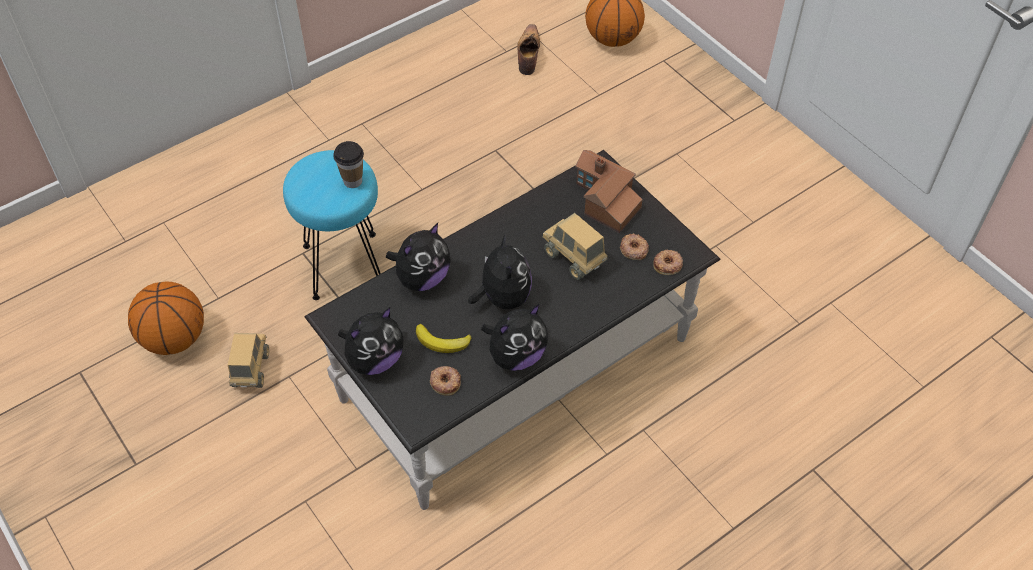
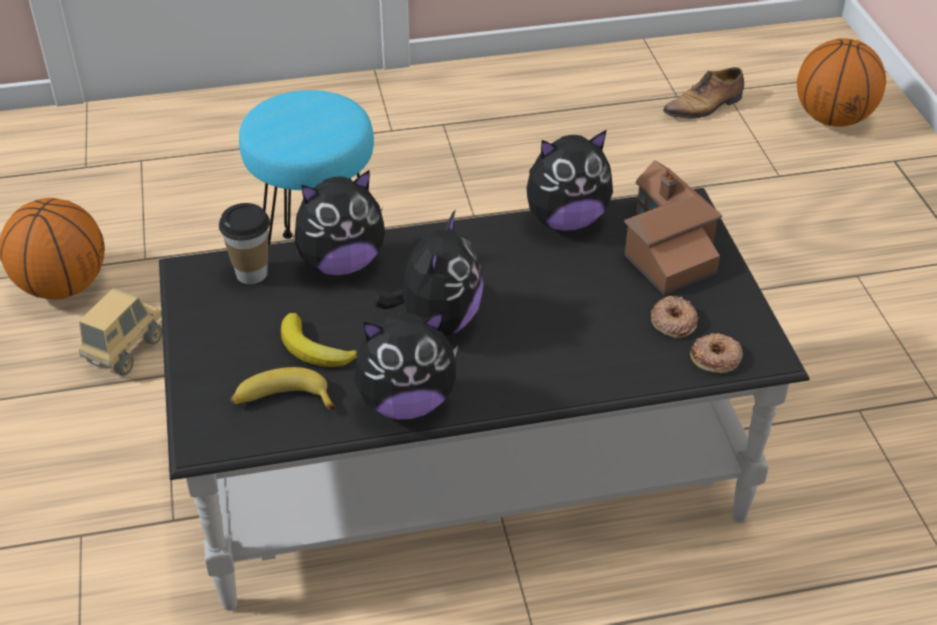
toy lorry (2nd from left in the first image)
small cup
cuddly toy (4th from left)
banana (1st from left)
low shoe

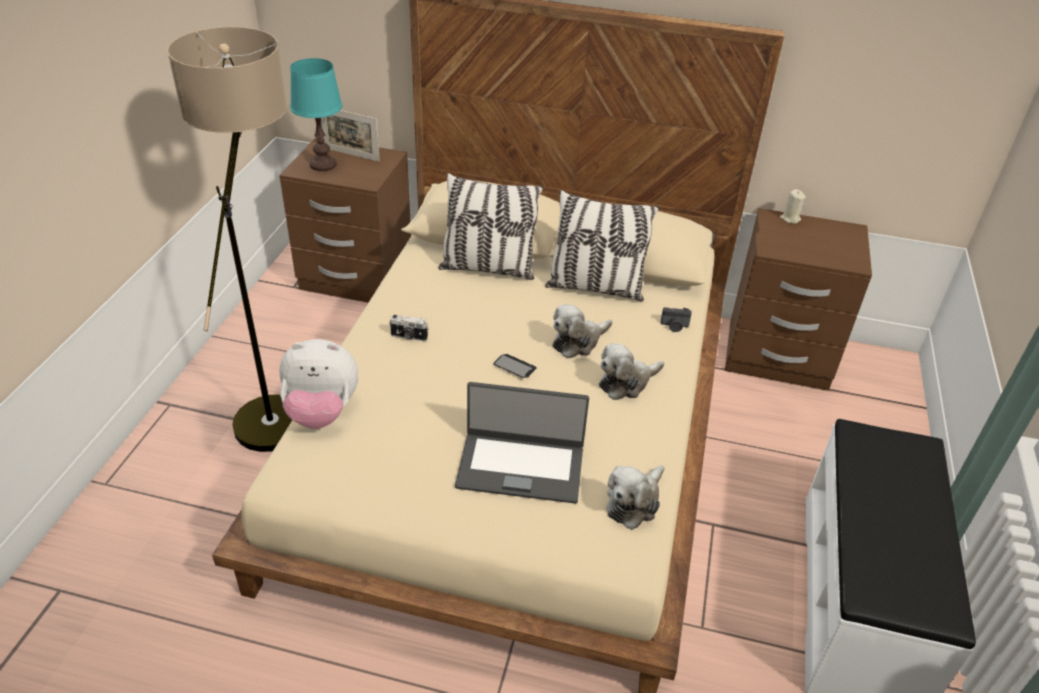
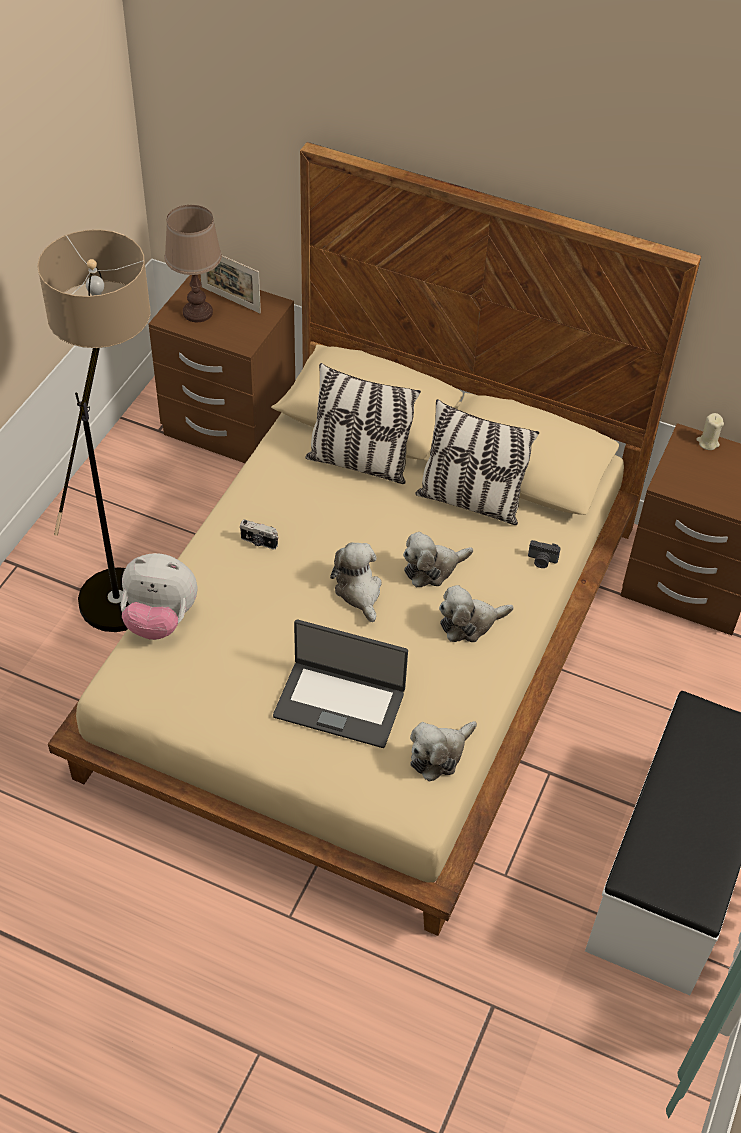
cuddly toy (2nd from left)
brown tabletop lamp

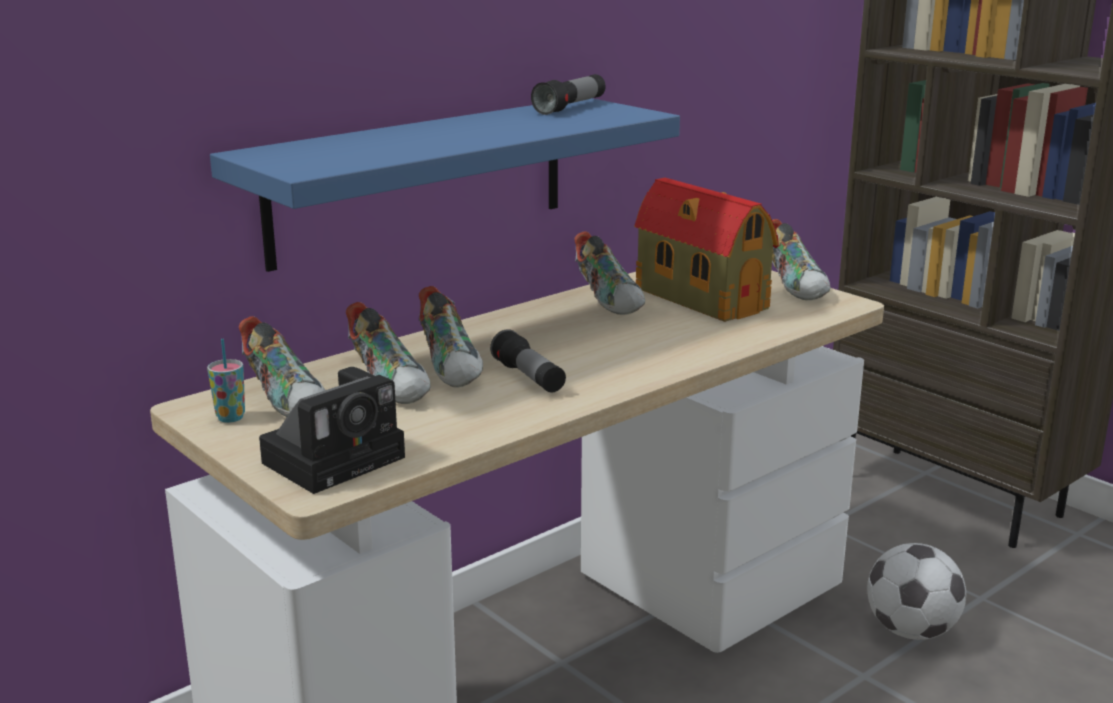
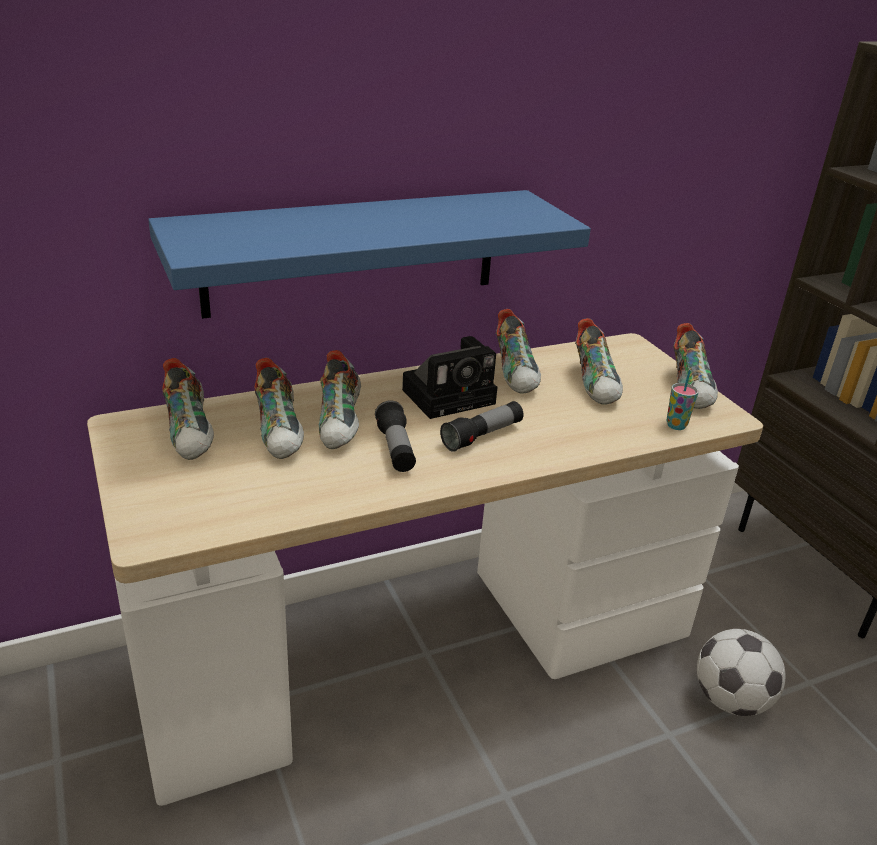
small cup
still camera
flashlight (2nd from left)
low shoe (5th from left)

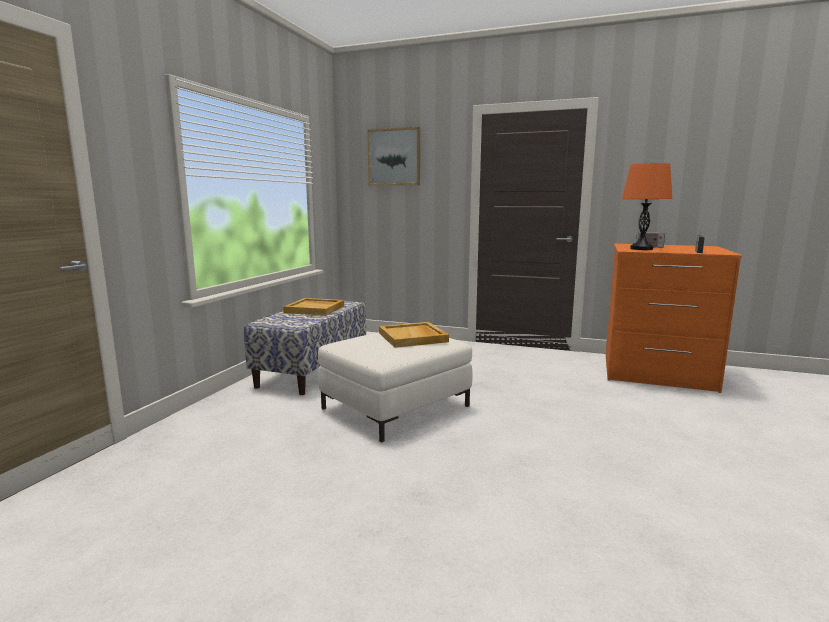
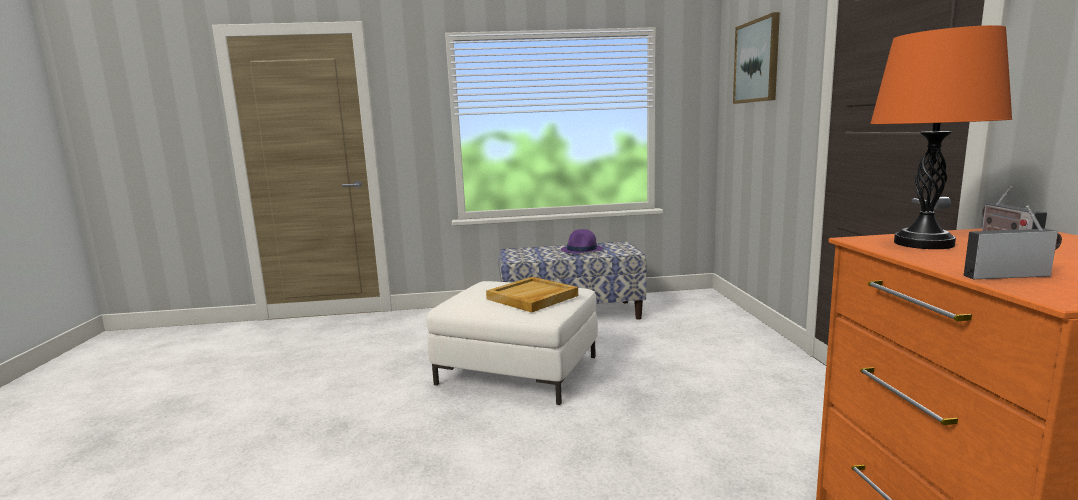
purplish wearable hat

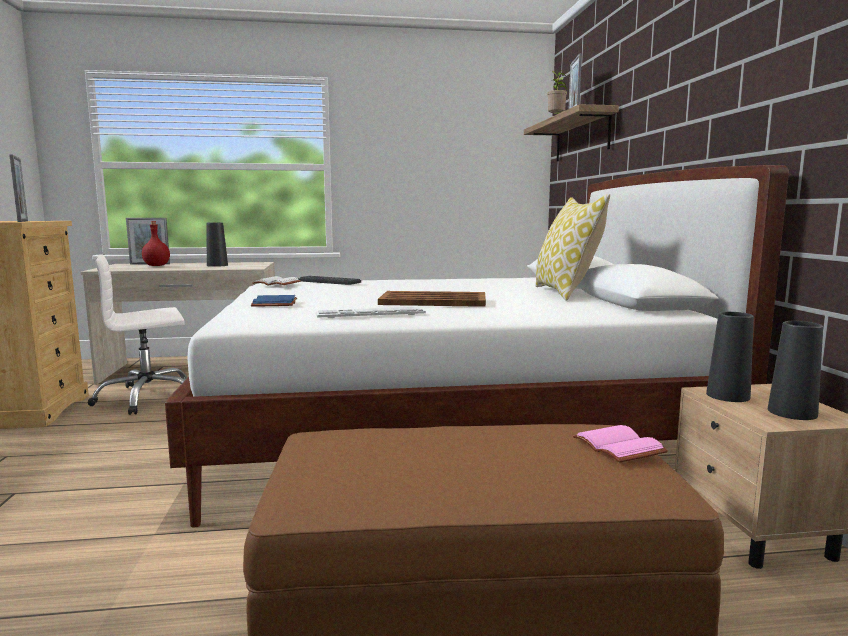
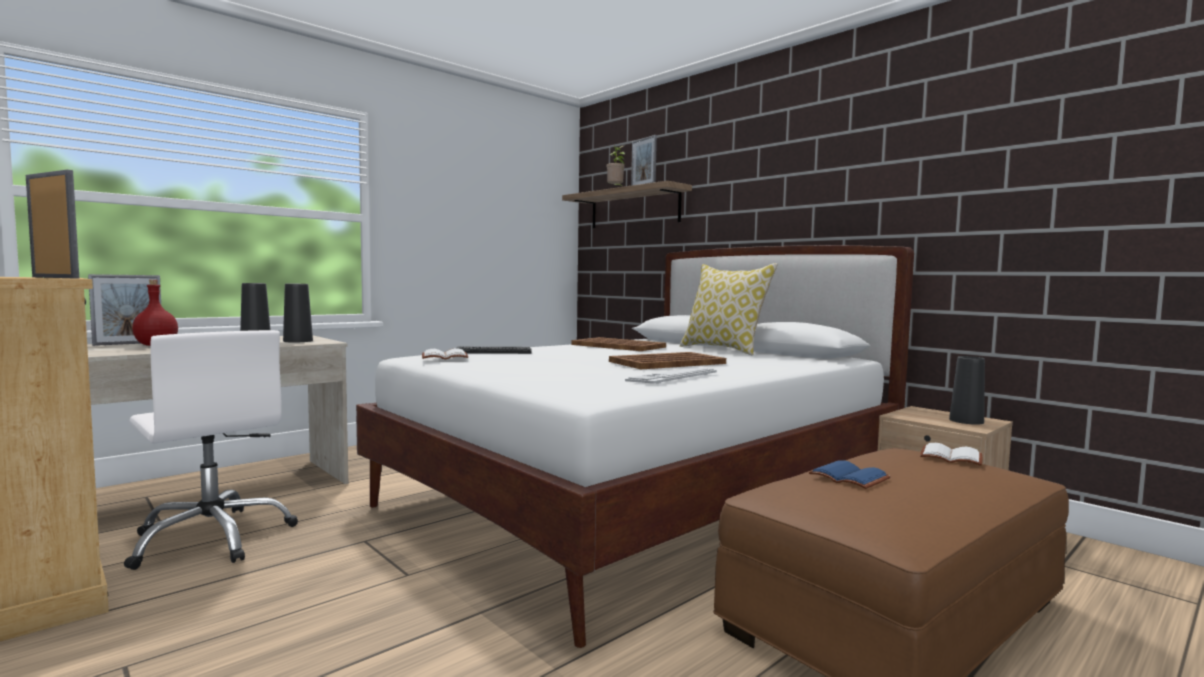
brown tray (1st from left)
bluish volume
black-coloured decorative vase (2nd from left)
white-coloured volume (2nd from left)
white-coloured computer chair

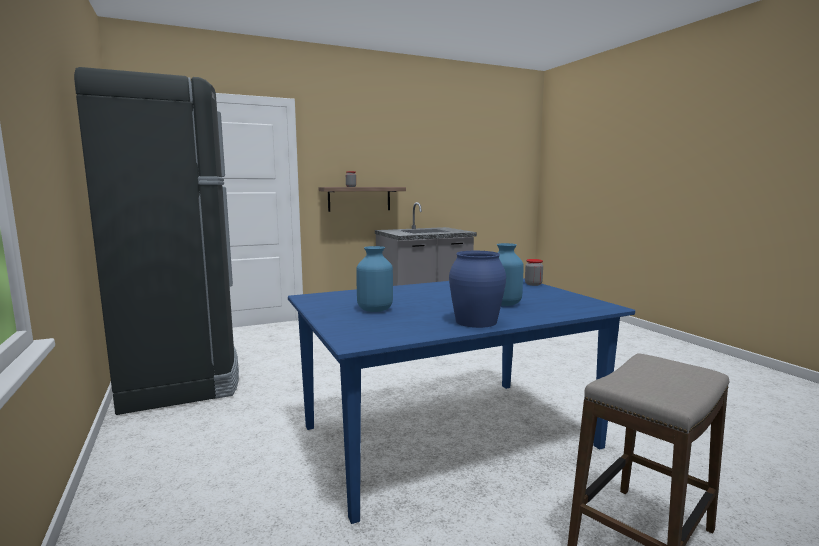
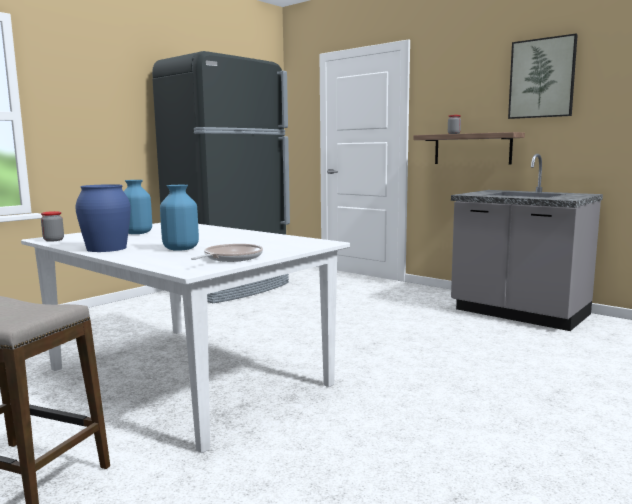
skillet
wall art
preserve jar (1st from left)
white-coloured dining table

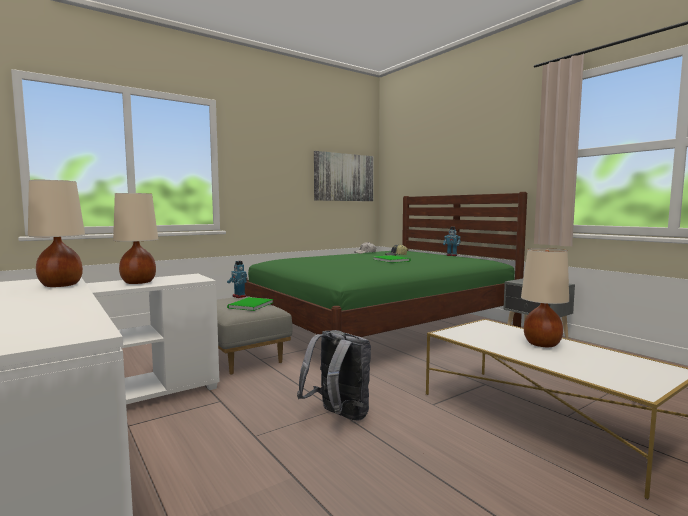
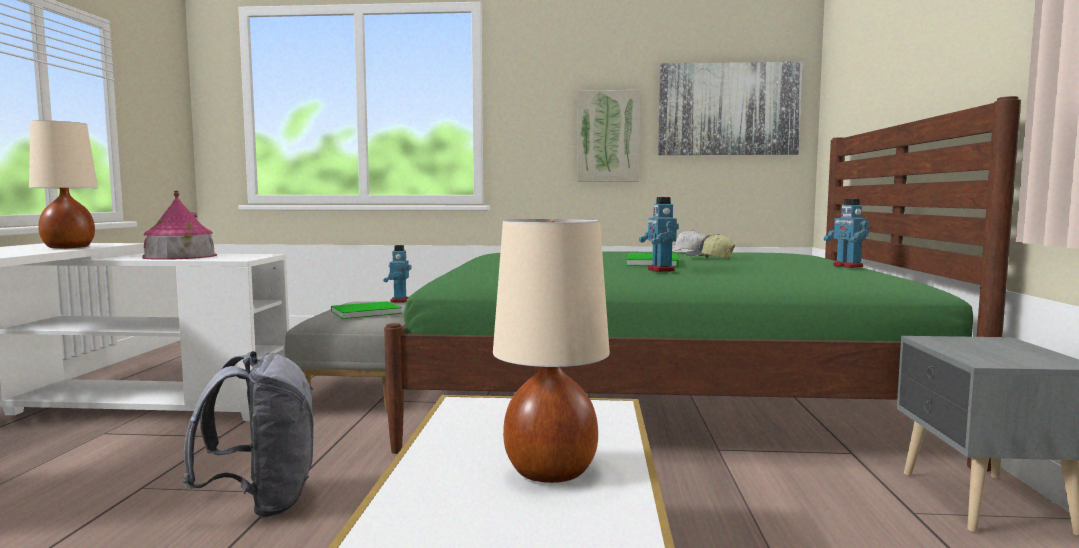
wall art (1st from left)
robot figure (2nd from left)
model house

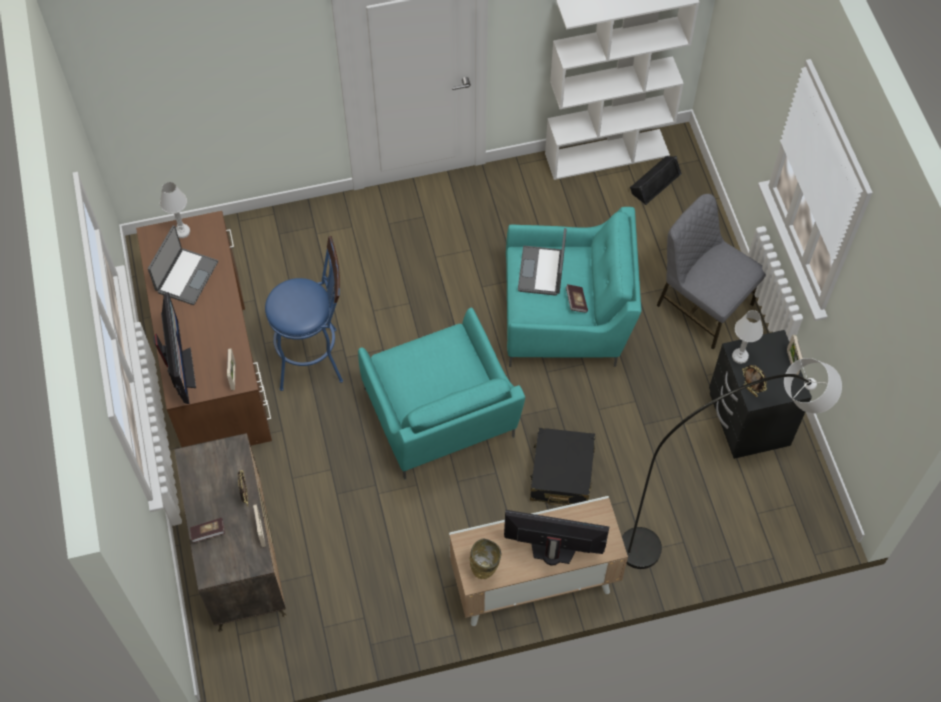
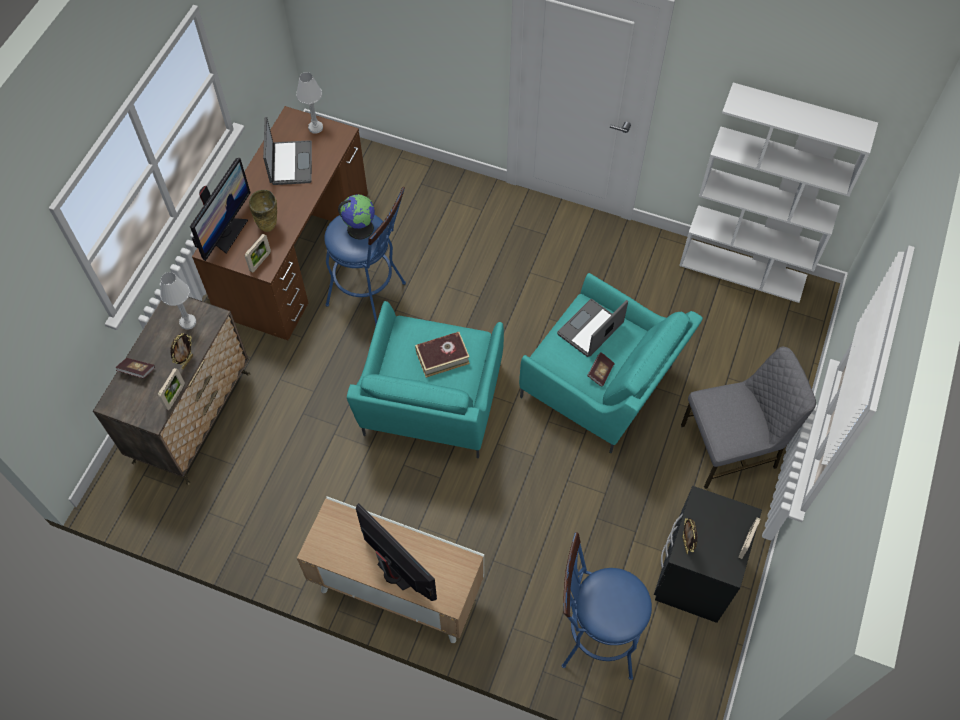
black-coloured travel case
black-coloured speaker
globe
volume (2nd from left)
sand-coloured decorative vase
white-coloured tabletop lamp (1st from left)
bluish stool (2nd from left)
notebook computer (1st from left)
greyish chair

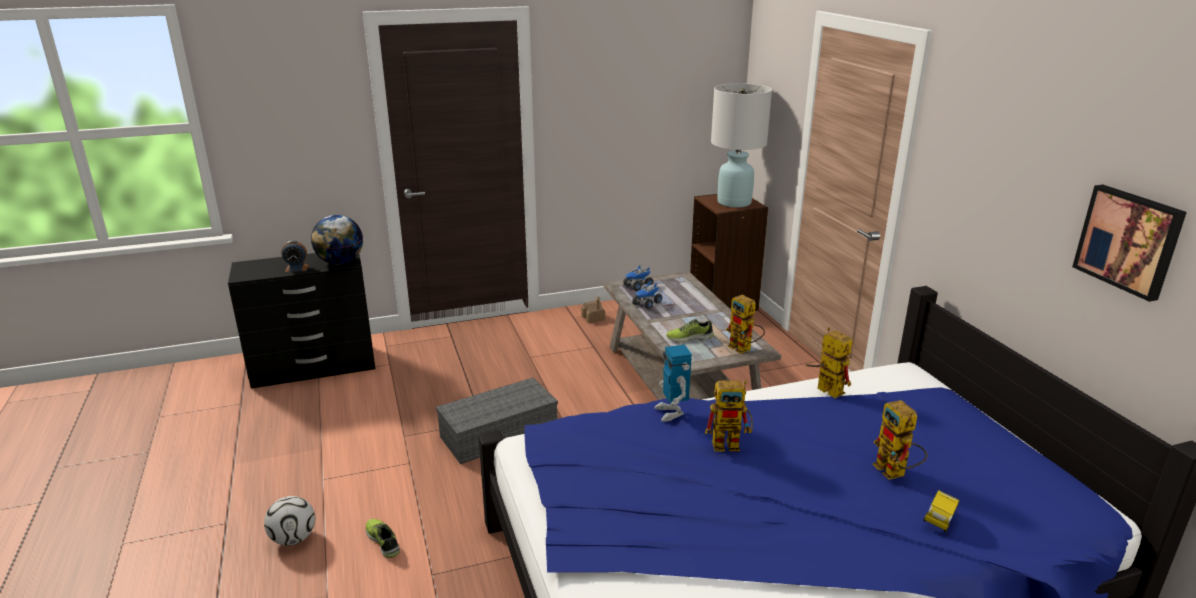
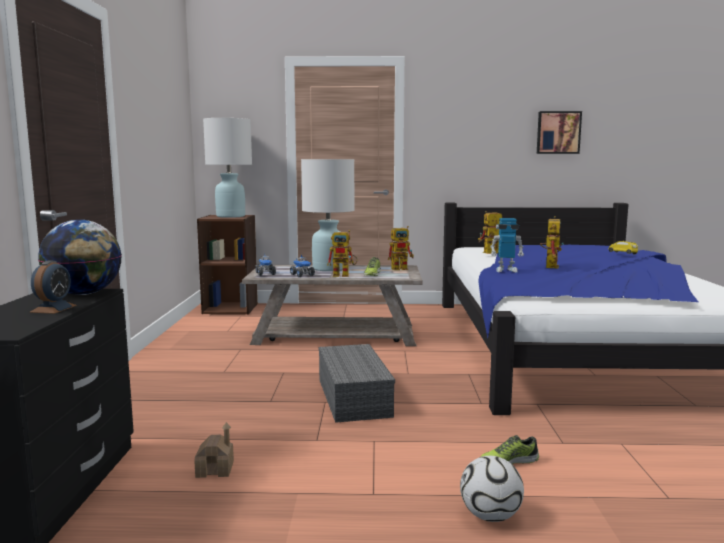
white-coloured tabletop lamp (2nd from left)
model house
robot figure (1st from left)

